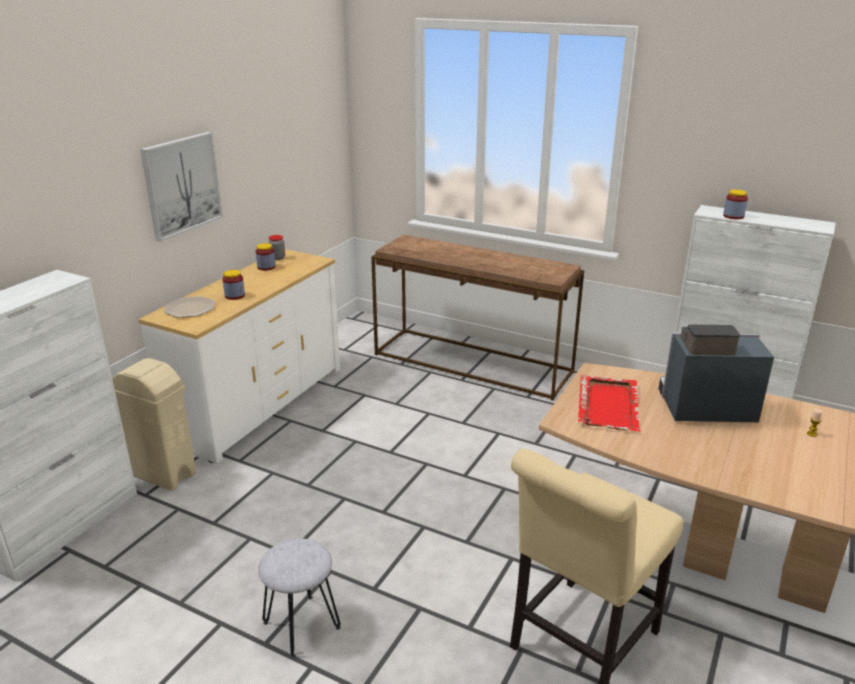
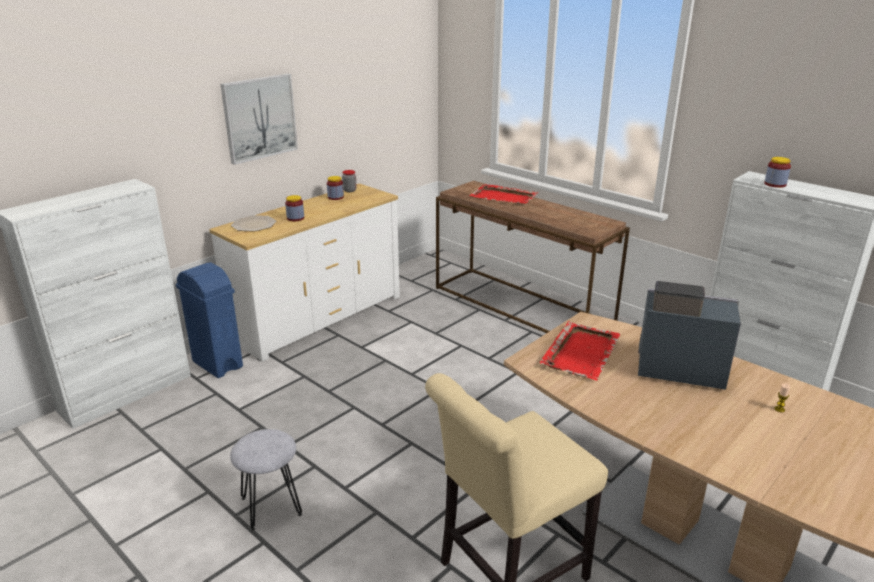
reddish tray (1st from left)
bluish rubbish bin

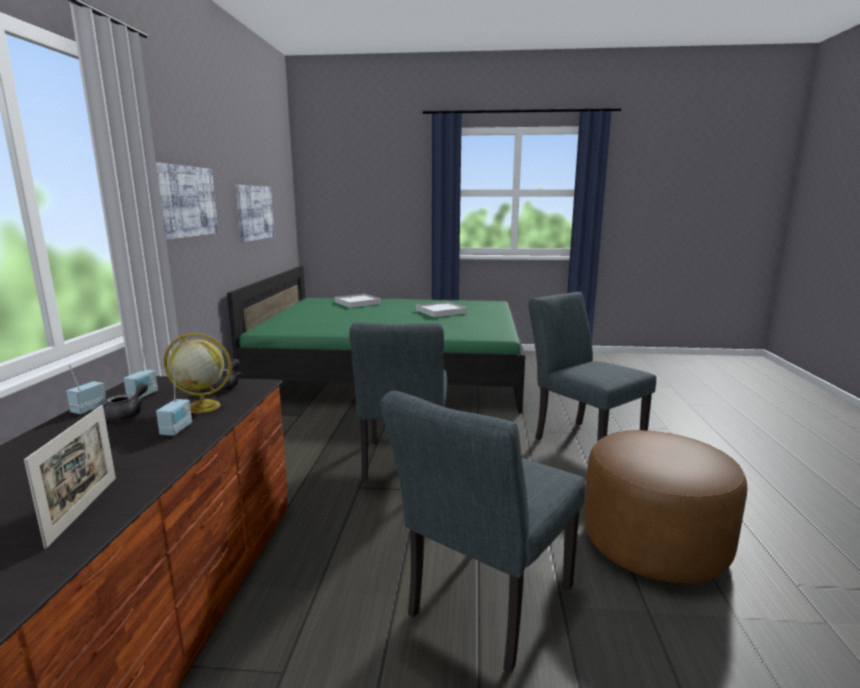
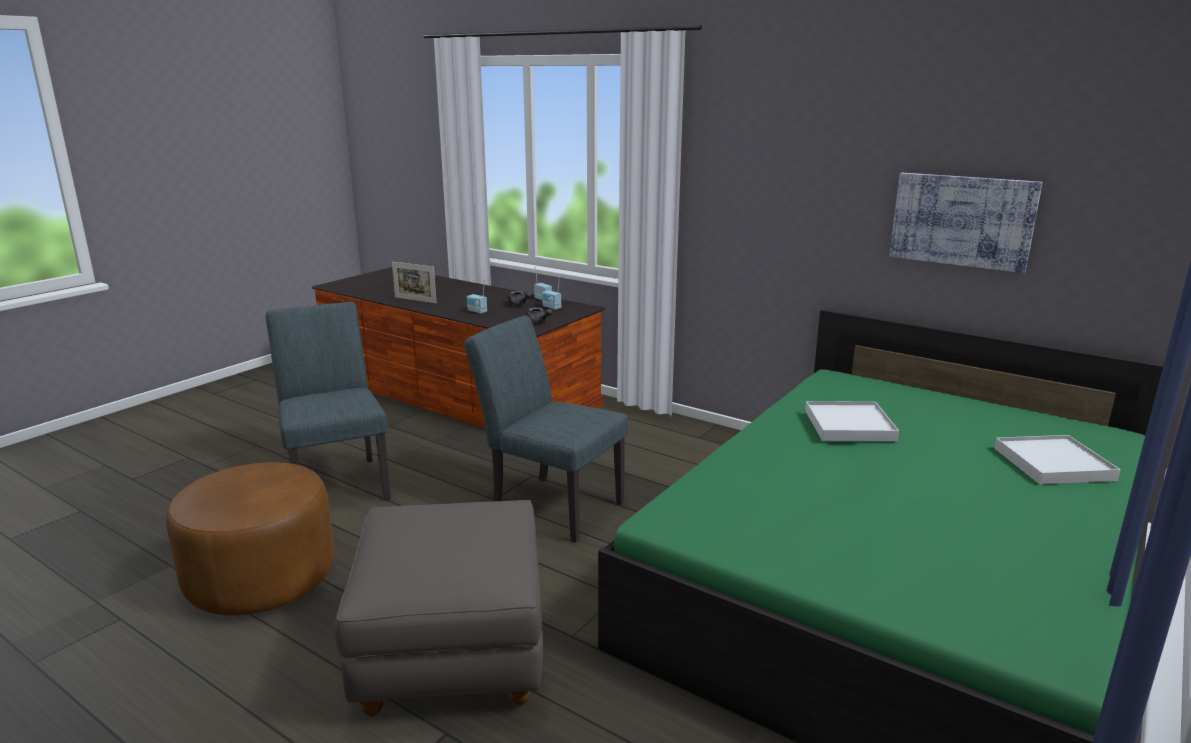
wall art (1st from left in the first image)
globe
white-coloured tray (1st from left)
greyish pouffe

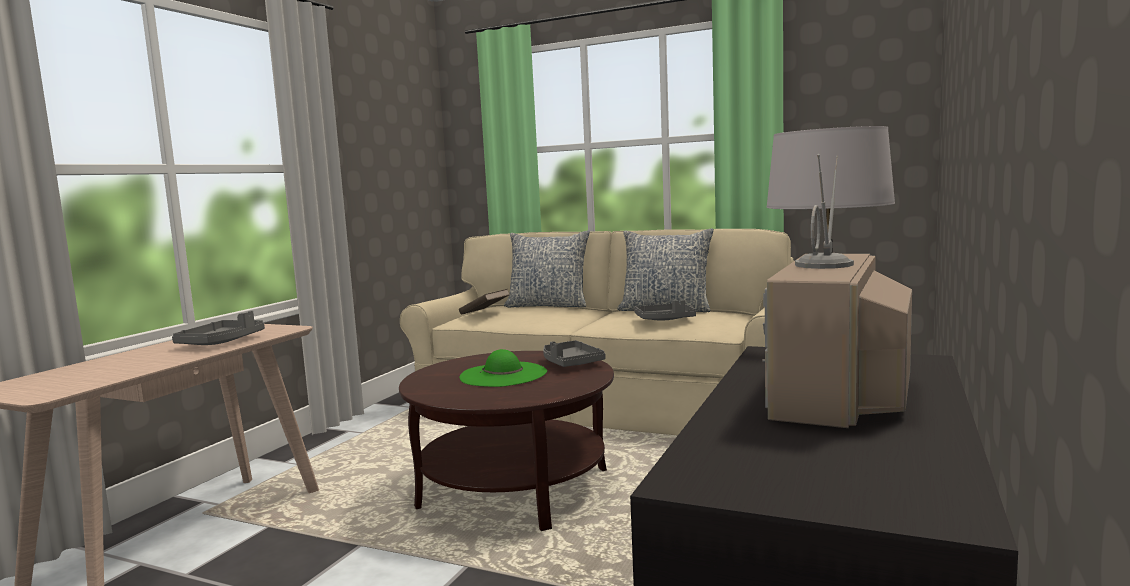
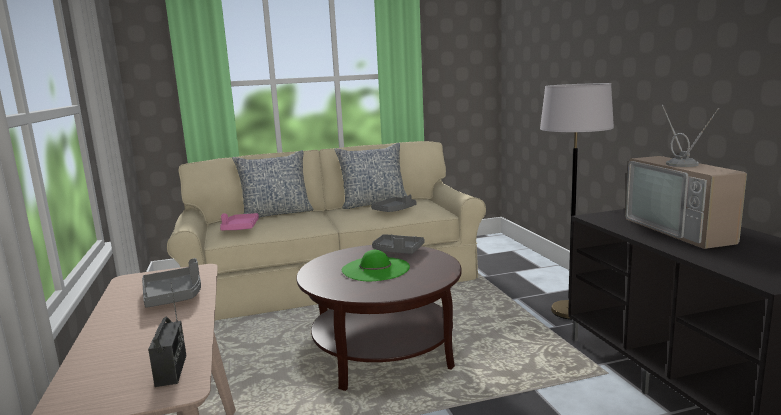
radio set
pinkish tray

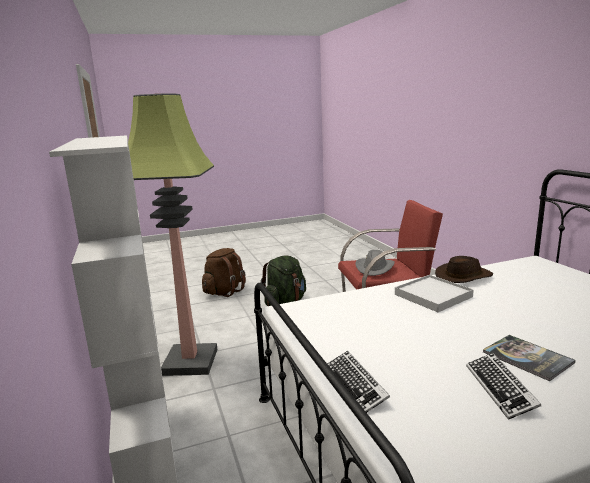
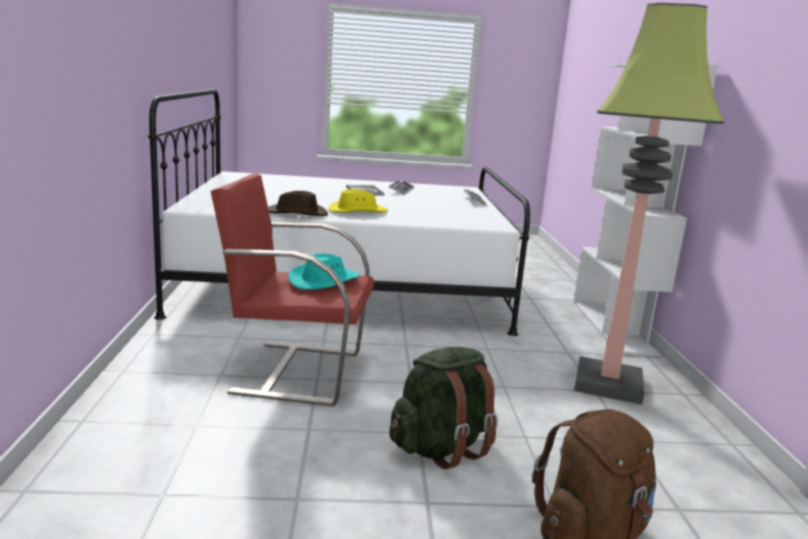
yellow-coloured wearable hat
blue-green wearable hat

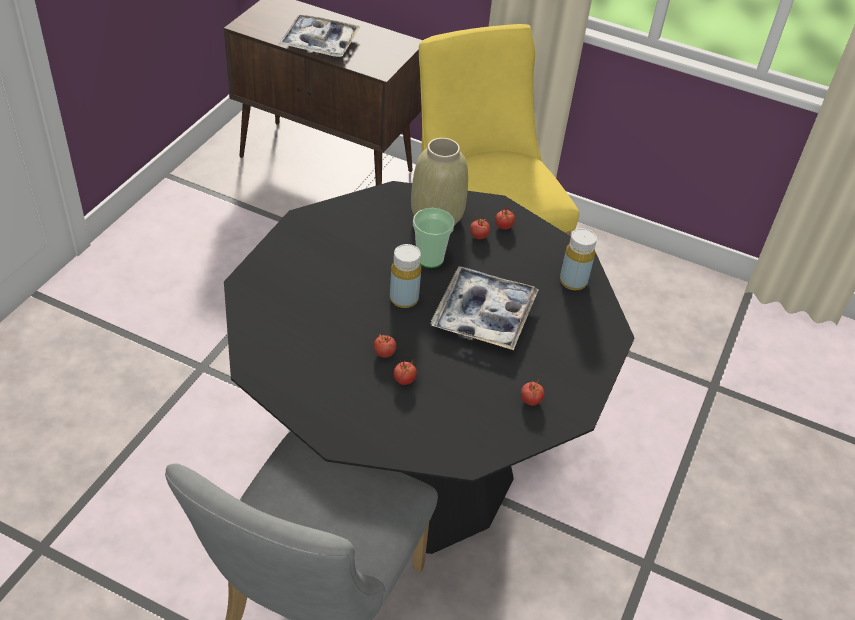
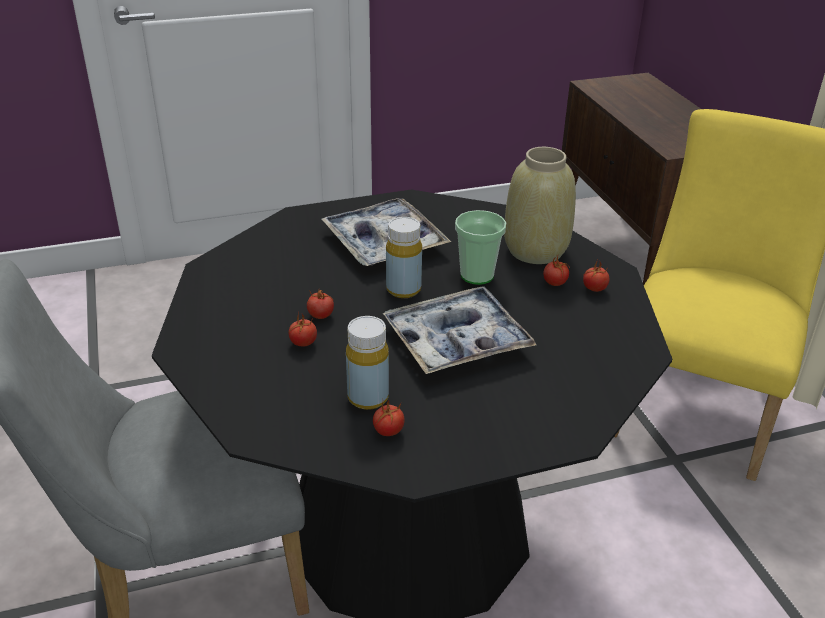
tray (1st from left)
yellow-coloured beverage bottle (1st from left)

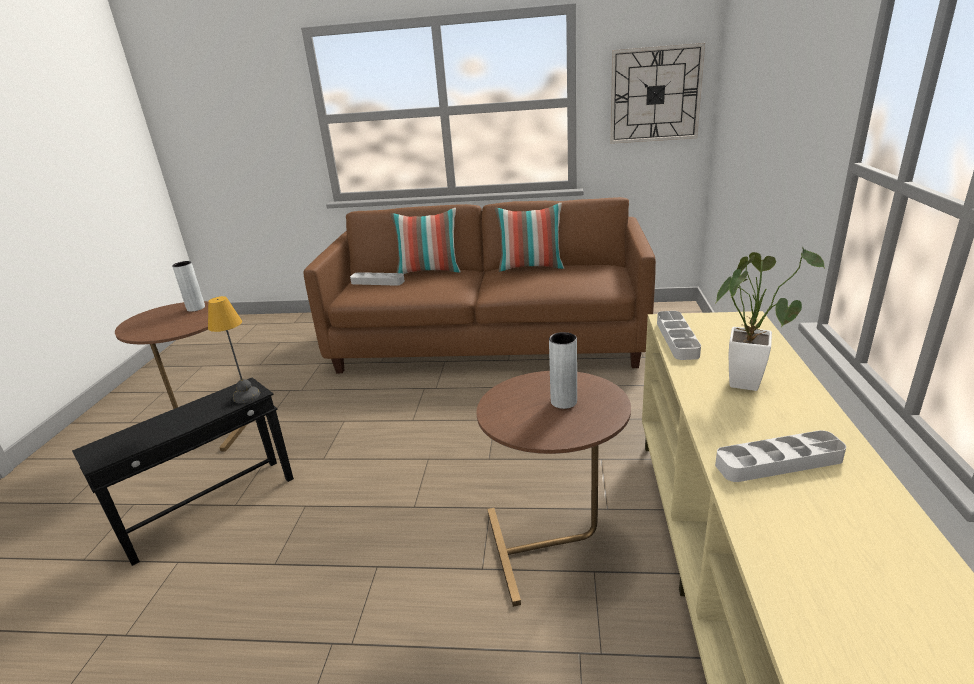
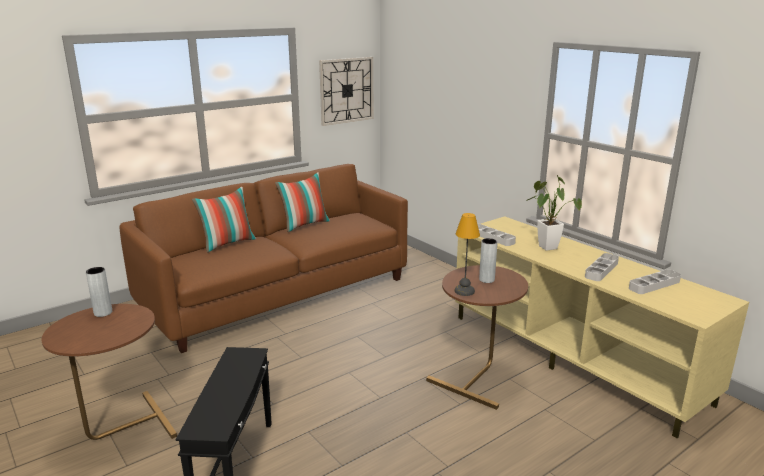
tabletop lamp
greyish tray (3rd from left)

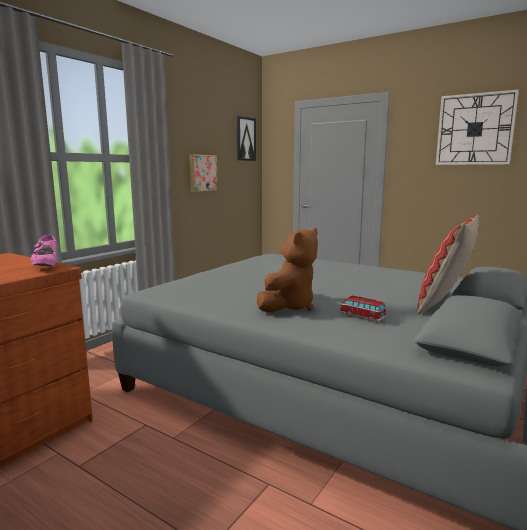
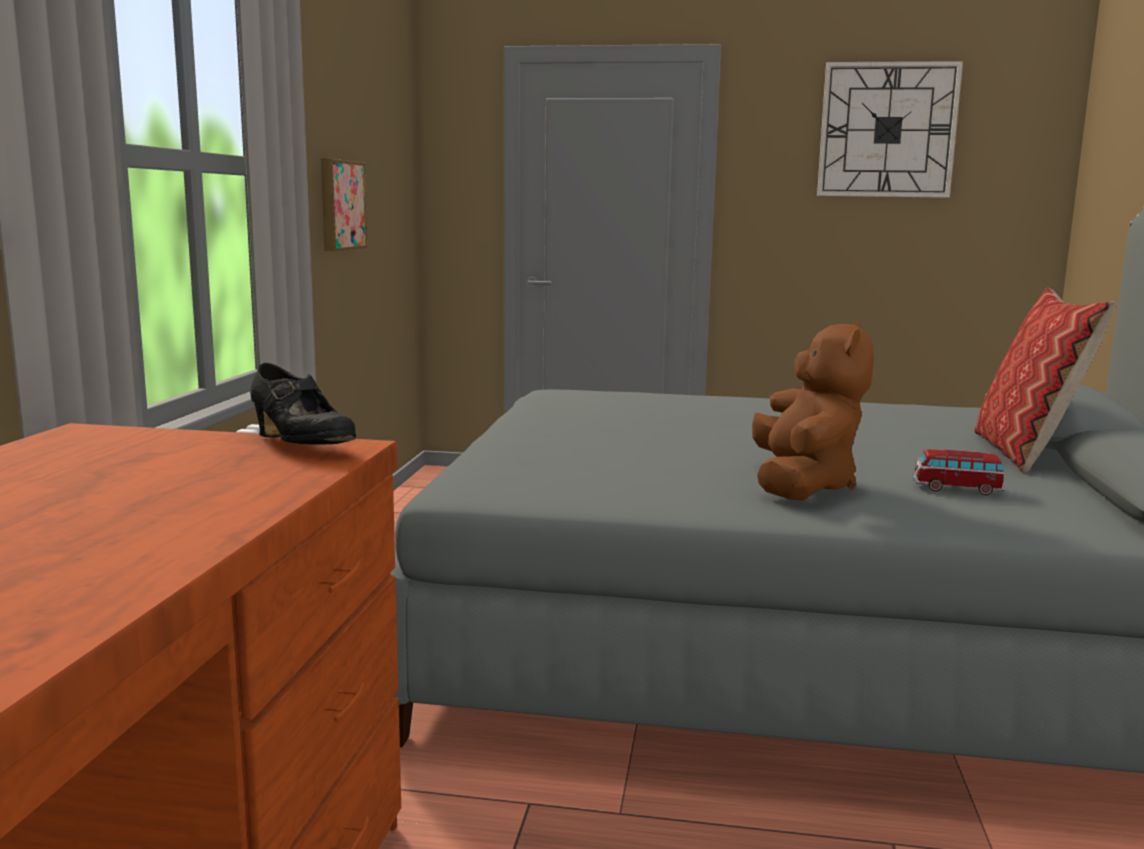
wall art (2nd from left in the first image)
black-coloured low shoe

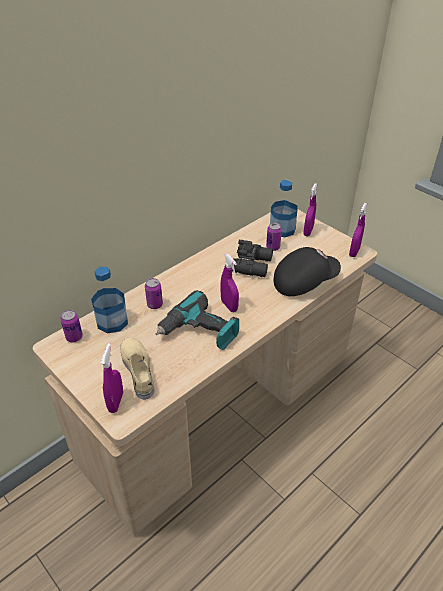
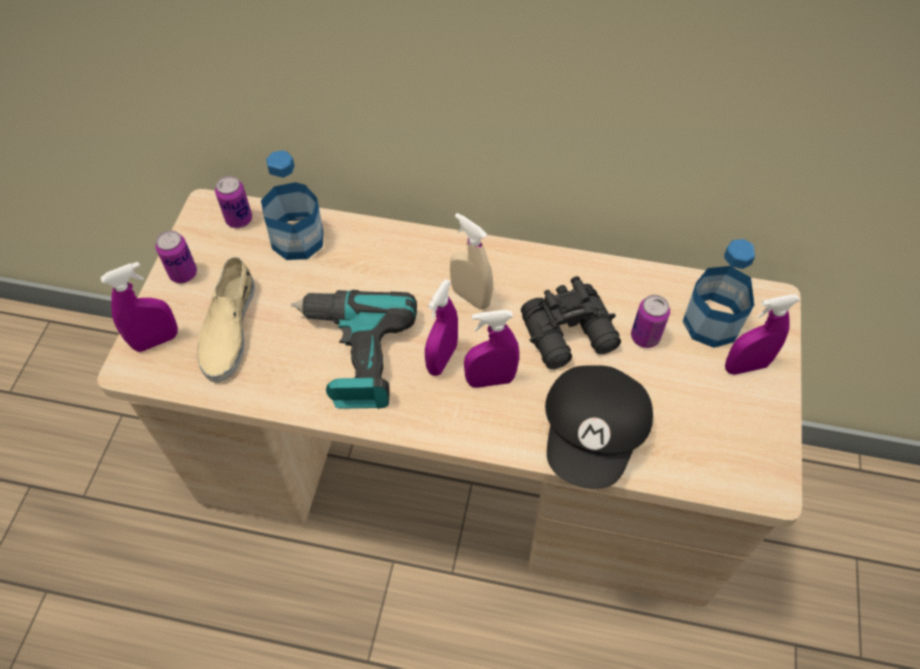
sand-coloured hand sprayer
can (1st from left)
purplish hand sprayer (3rd from left)
sand-coloured low shoe
black-coloured peaked cap

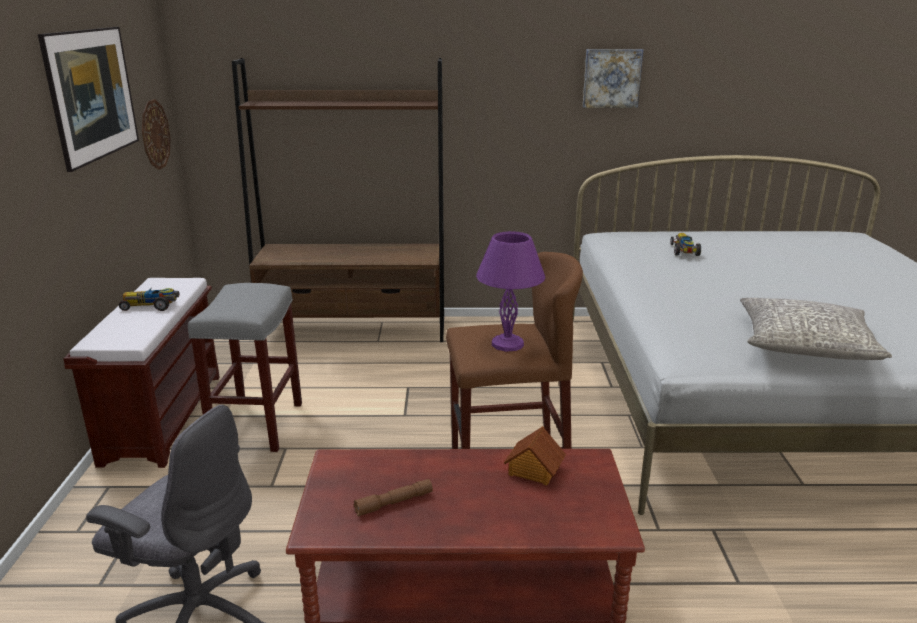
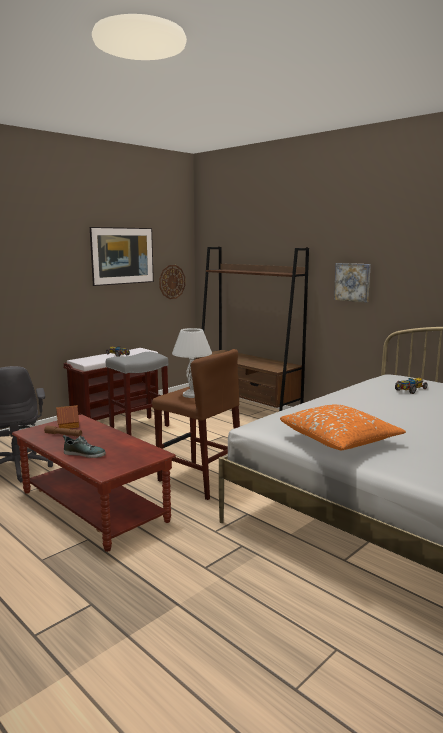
low shoe
model house
wall art (2nd from left)
white-coloured tabletop lamp
orange-coloured throw pillow

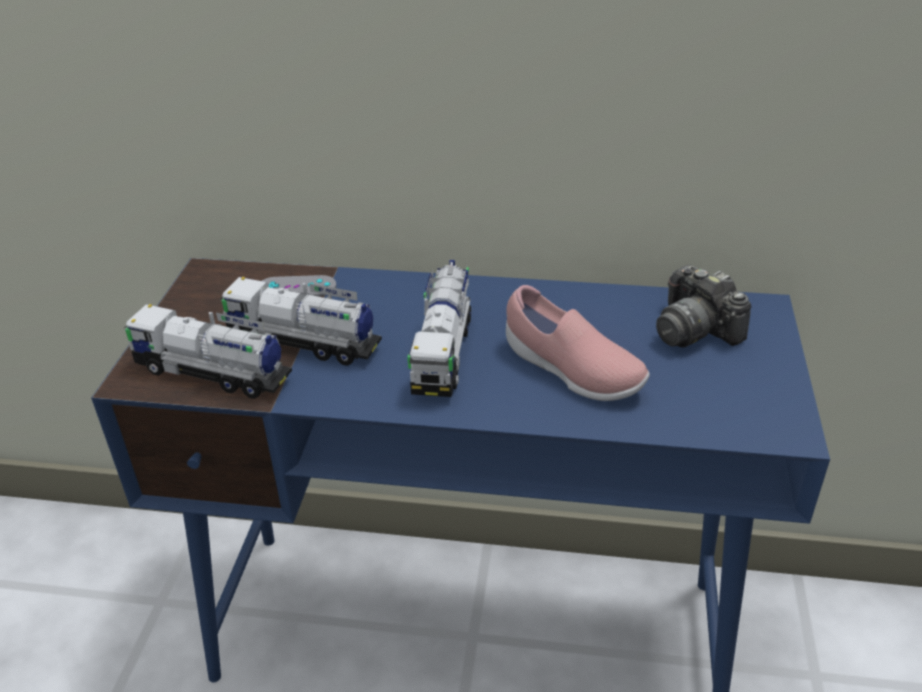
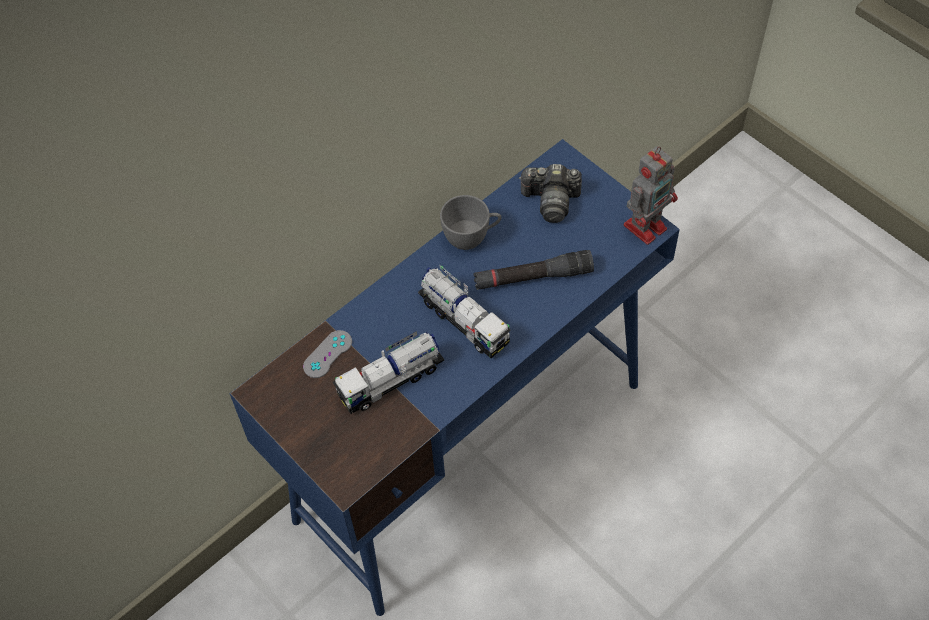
toy lorry (1st from left in the first image)
greyish small cup
robot figure
black-coloured flashlight

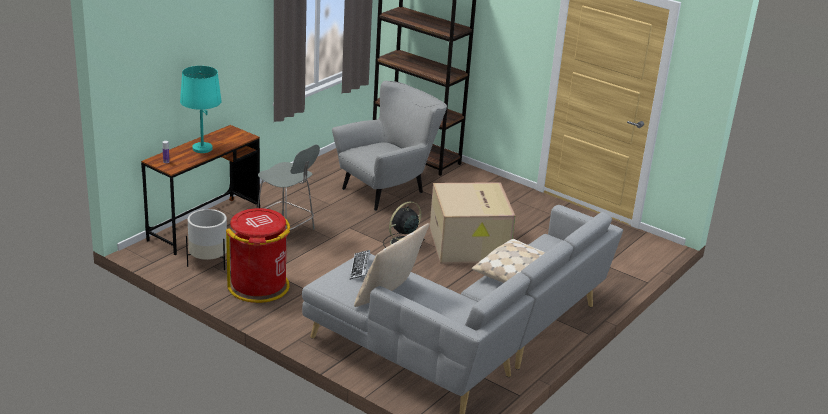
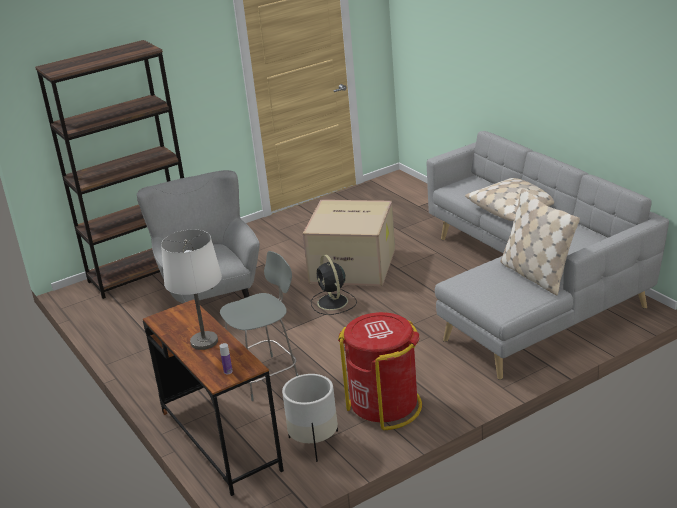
PC keyboard
white-coloured tabletop lamp

